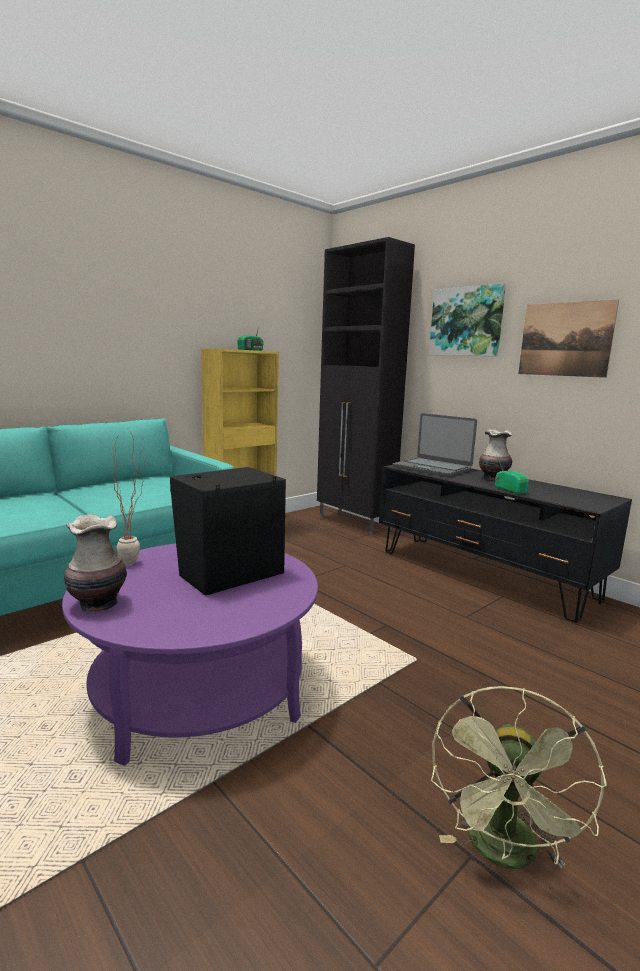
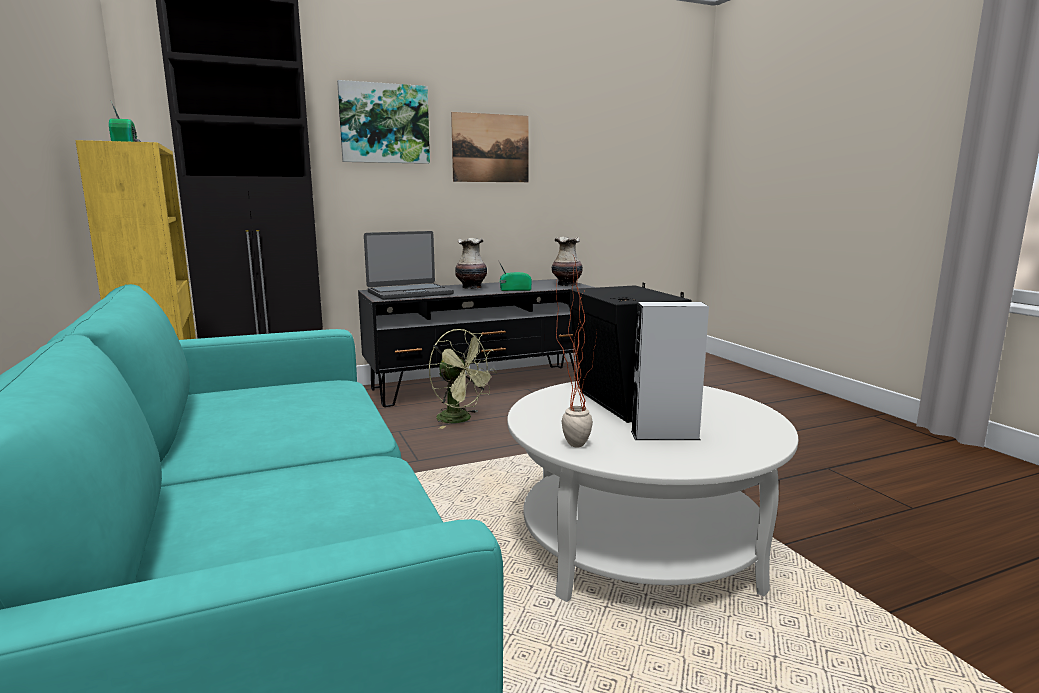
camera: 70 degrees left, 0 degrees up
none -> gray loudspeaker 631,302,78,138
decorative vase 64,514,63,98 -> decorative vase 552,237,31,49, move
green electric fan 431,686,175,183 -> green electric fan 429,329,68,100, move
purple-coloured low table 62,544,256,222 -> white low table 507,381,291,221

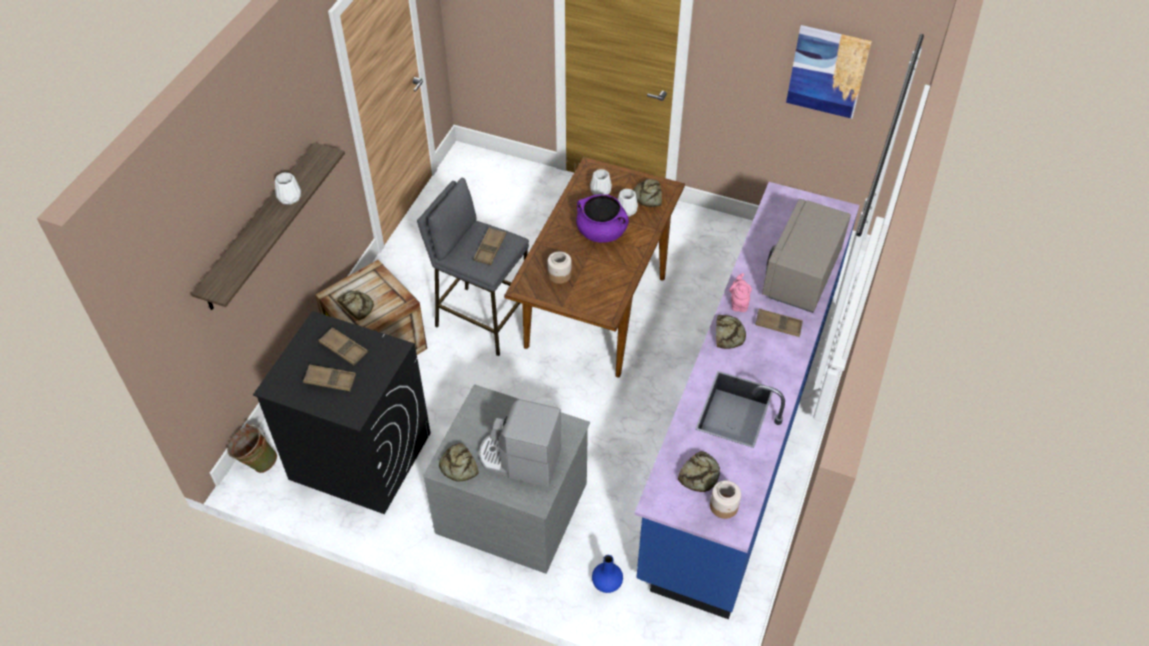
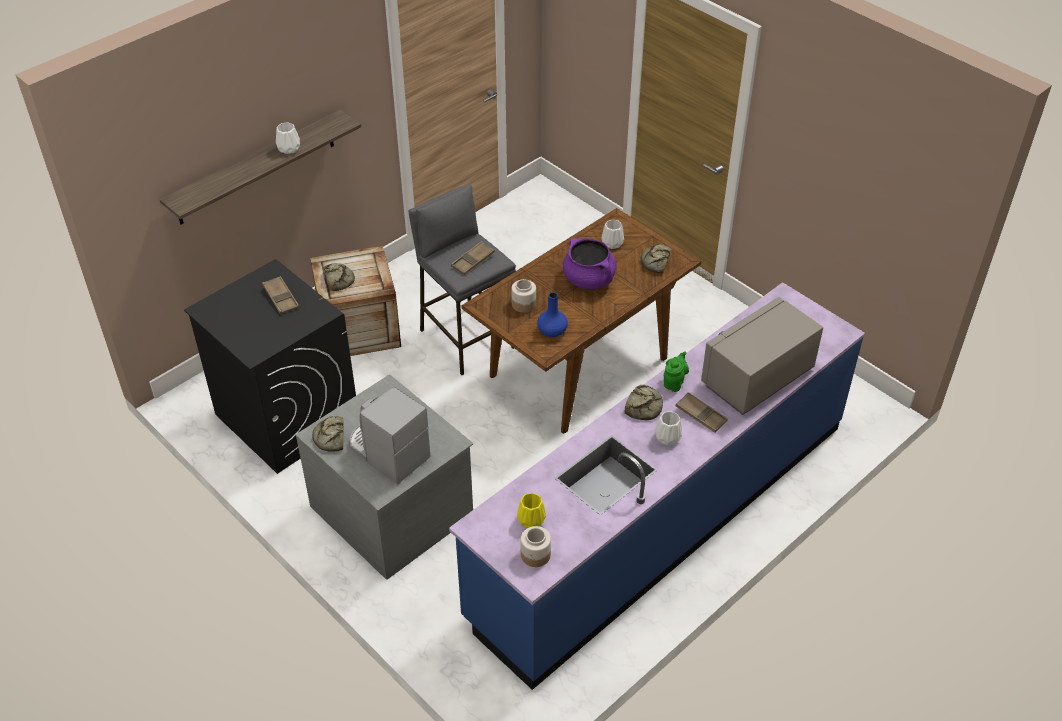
camera: 25 degrees right, 5 degrees down
green water bucket 227,424,50,49 -> none
brownish tray 303,365,53,26 -> none
wall picture 786,25,86,94 -> none
bluish decorative vase 592,555,31,38 -> bluish decorative vase 537,292,31,45, move
white decorative vase 617,189,21,28 -> white decorative vase 655,411,27,35, move
baked bread 678,451,42,41 -> yellow-coloured decorative vase 517,493,29,35
pinkish pot for tea 729,273,23,39 -> green pot for tea 664,351,25,41

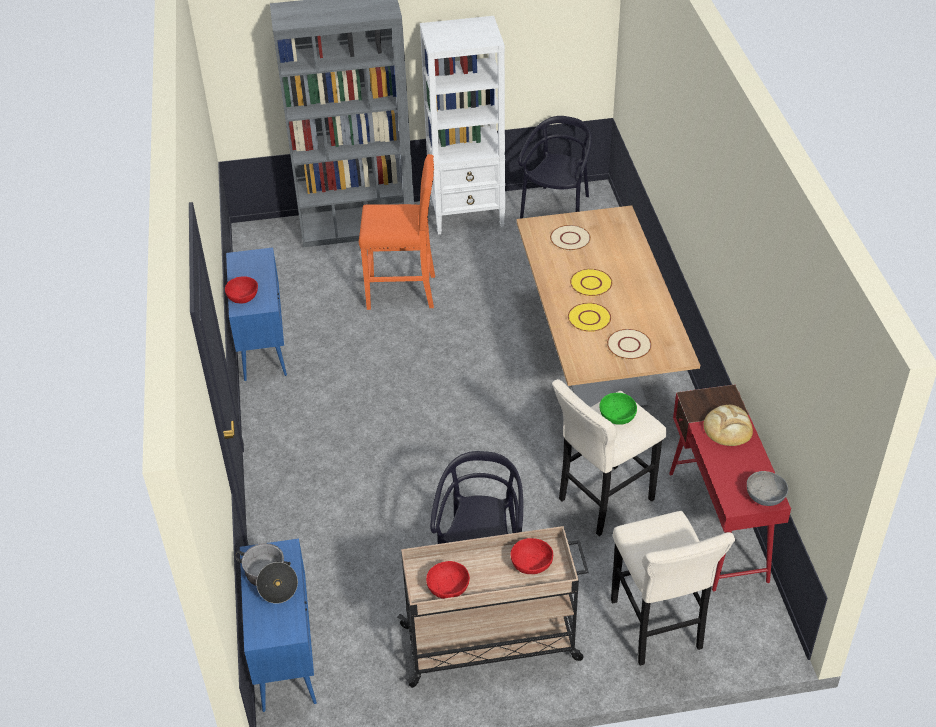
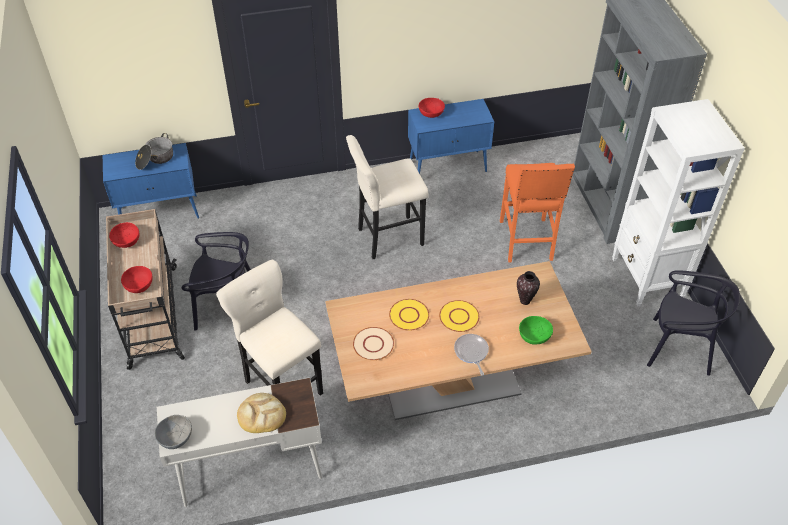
camera: 85 degrees right, 5 degrees up
none -> skillet 454,334,35,41
green serving bowl 600,393,37,32 -> green serving bowl 519,316,34,29, move
sand-coloured sitting stool 611,511,124,155 -> sand-coloured sitting stool 346,135,82,124, move
sand-coloured flat dish 550,225,41,25 -> decorative vase 517,271,23,34
red-coloured desk table 669,384,122,207 -> white desk table 157,378,165,129

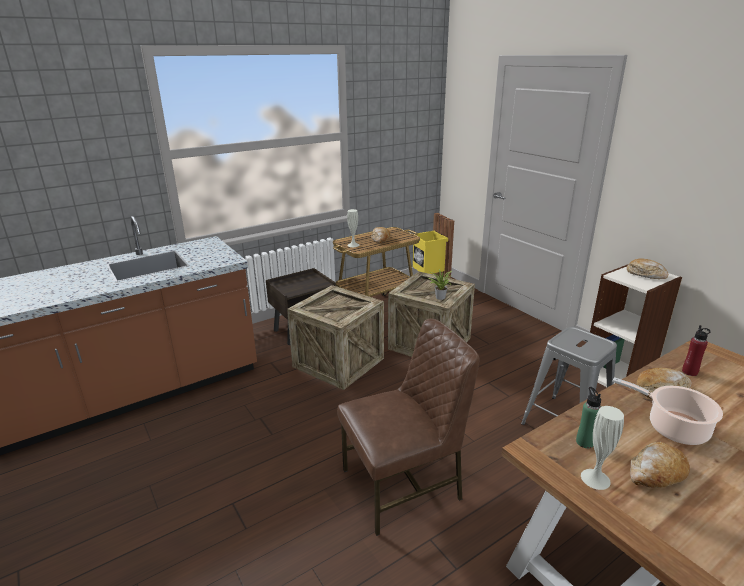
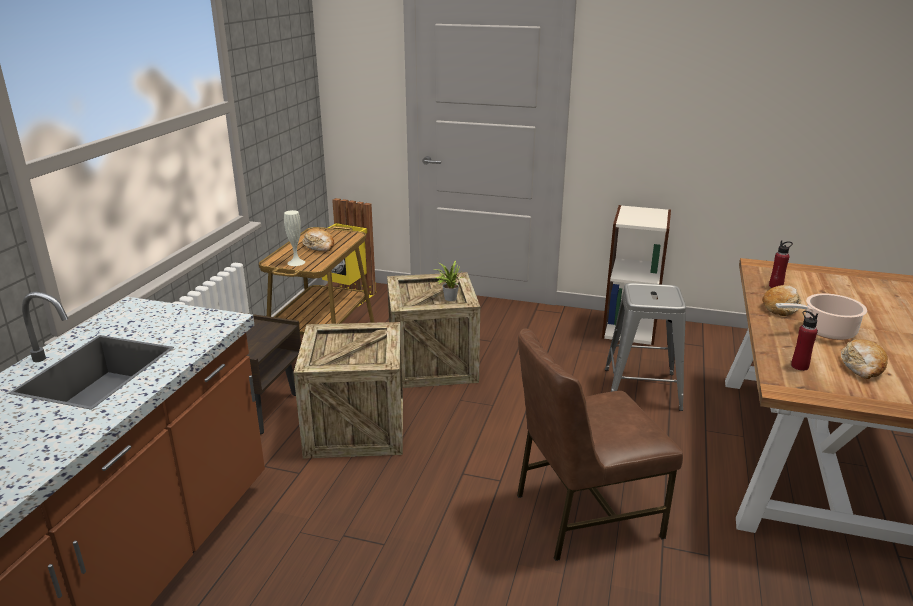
camera: 40 degrees left, 0 degrees up
white decorative vase 581,406,43,84 -> none
baked bread 627,258,41,21 -> none
green beverage bottle 576,387,25,61 -> red-coloured beverage bottle 791,311,27,60
brownish chair 337,319,142,217 -> brownish chair 517,328,166,233, 135 degrees counterclockwise

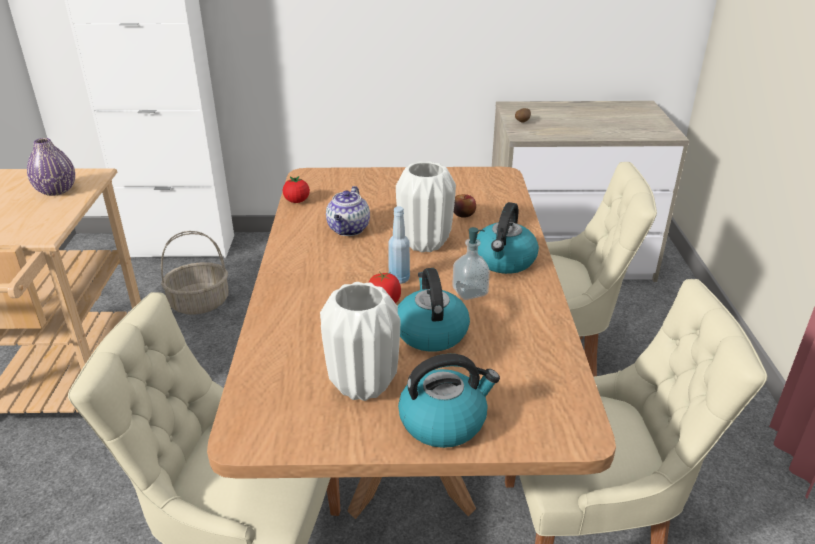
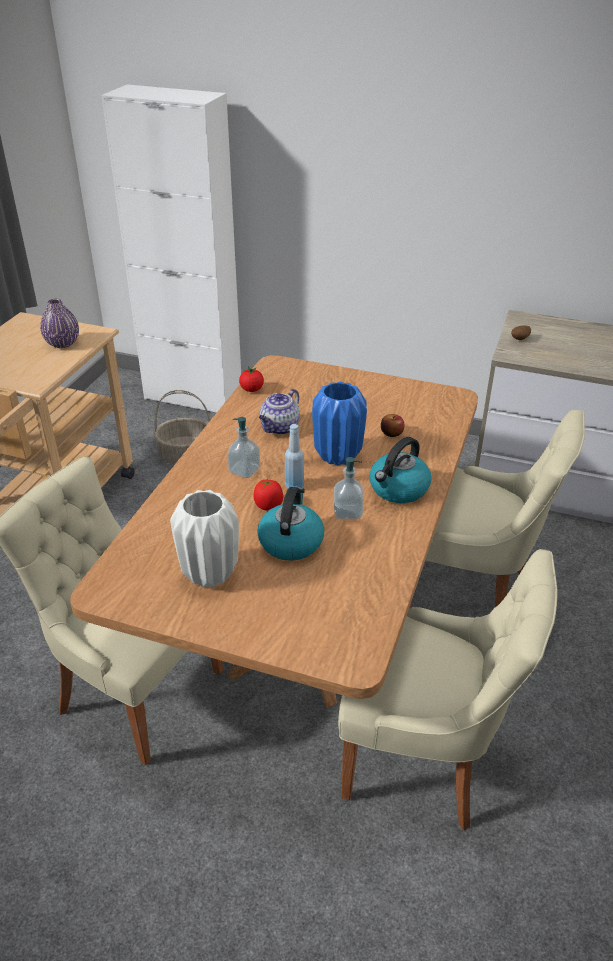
camera: 20 degrees right, 5 degrees up
water kettle 398,354,102,94 -> none
none -> soap bottle 227,417,33,61
white decorative vase 396,161,60,91 -> bluish decorative vase 312,382,55,84

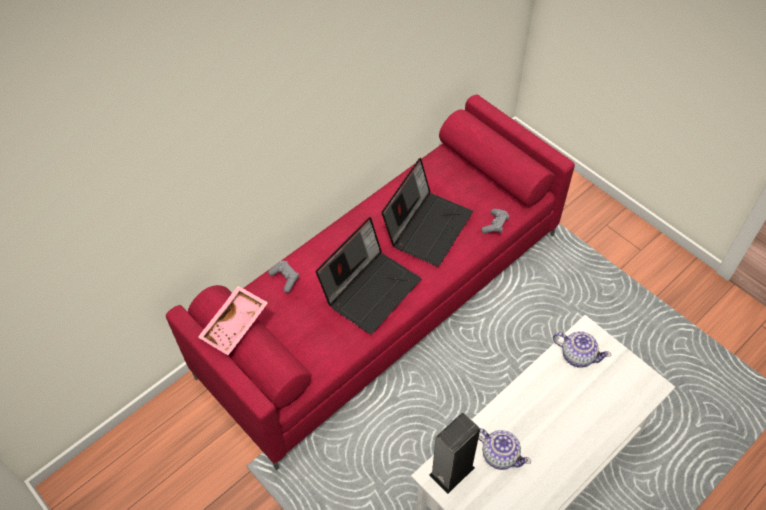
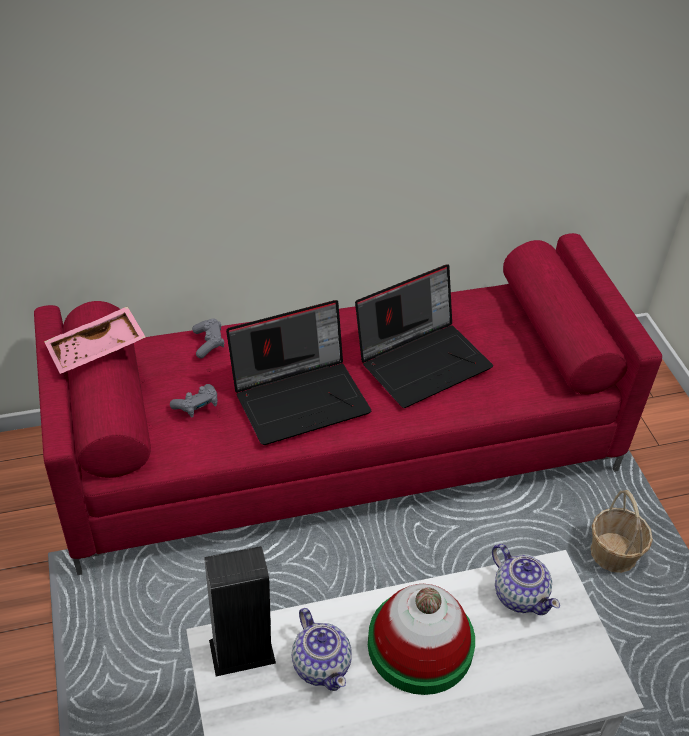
camera: 25 degrees right, 10 degrees down
none -> clothing hat 368,584,107,111
none -> storage basket 591,490,62,83
gray game controller 481,209,28,25 -> gray game controller 170,384,48,34, move

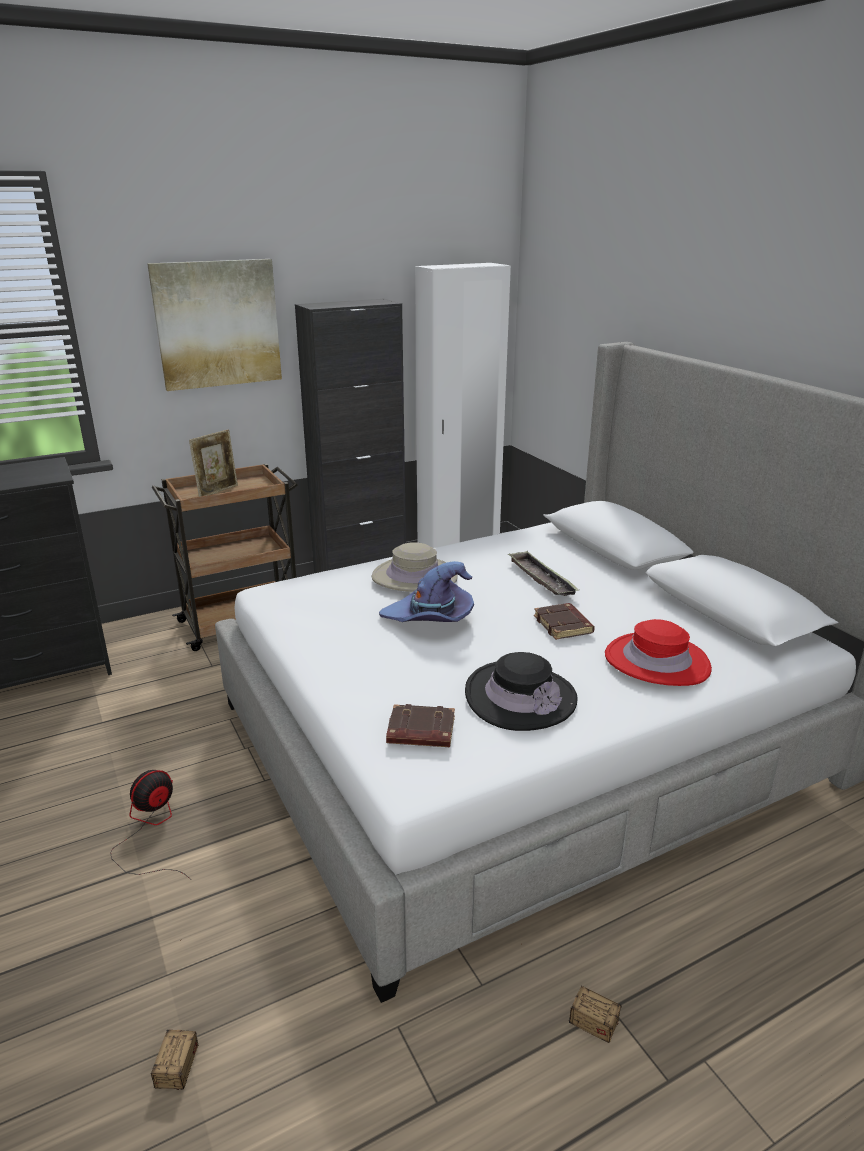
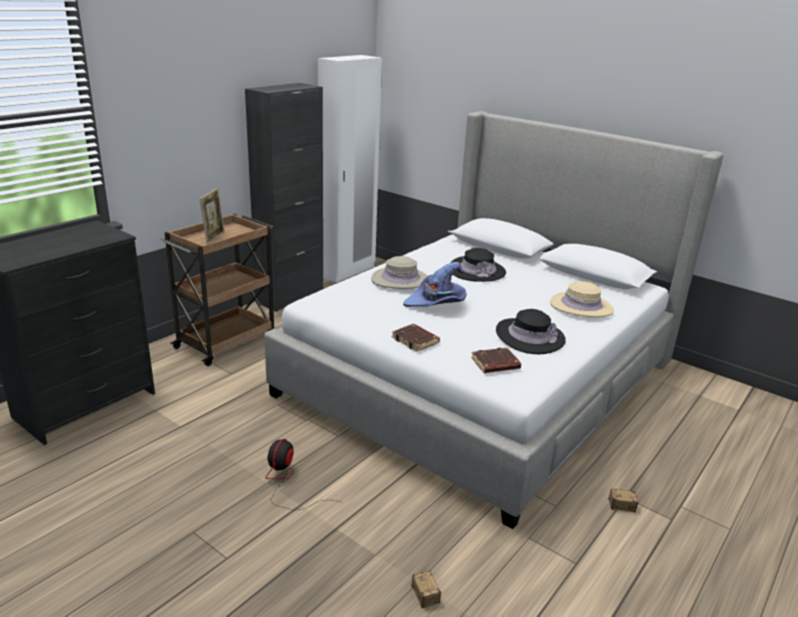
camera: 25 degrees left, 0 degrees up
wall picture 147,259,135,132 -> none
brownish volume 534,603,61,37 -> brownish volume 392,324,48,28, move
tray 508,551,72,45 -> black clothing hat 451,248,55,34
red-coloured clothing hat 605,619,107,67 -> sand-coloured clothing hat 550,281,64,36

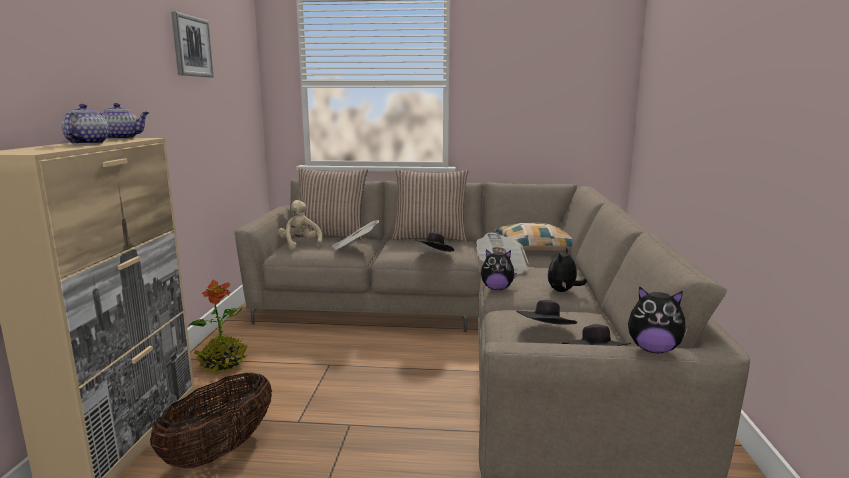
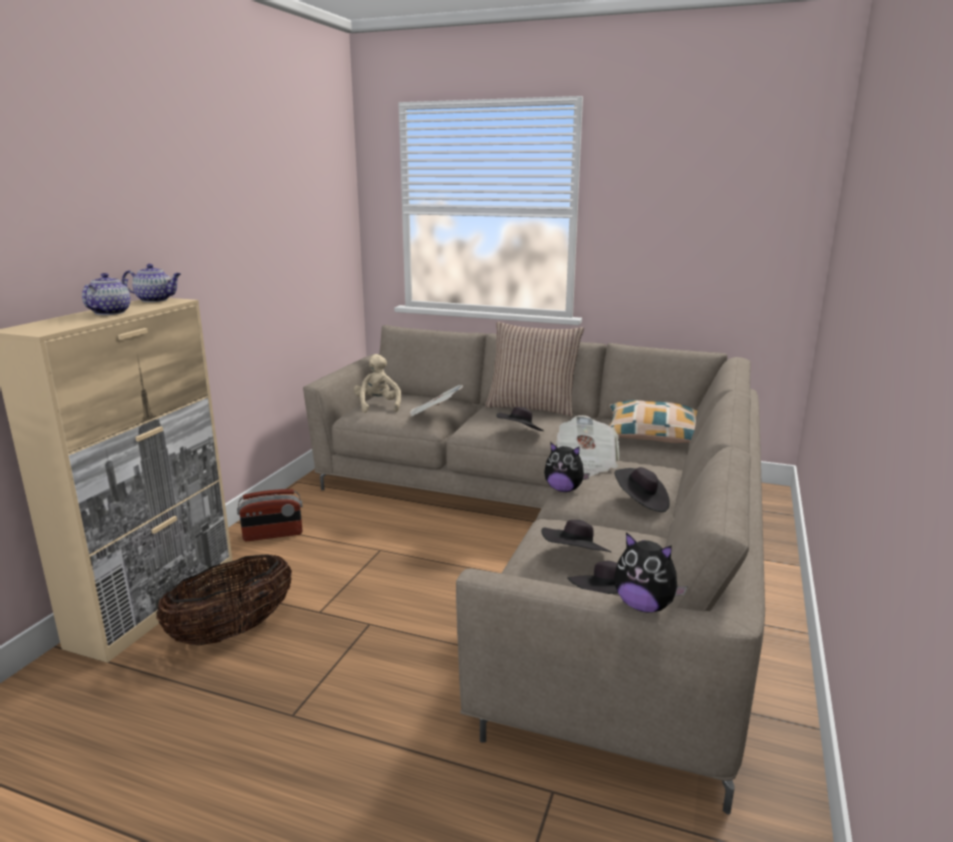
camera: 15 degrees right, 5 degrees up
wall picture 171,11,43,67 -> none
pillow 298,168,70,72 -> none
plant in a pot 189,279,59,97 -> radio set 237,489,66,52
soft toy 547,247,40,45 -> black clothing hat 615,467,55,45

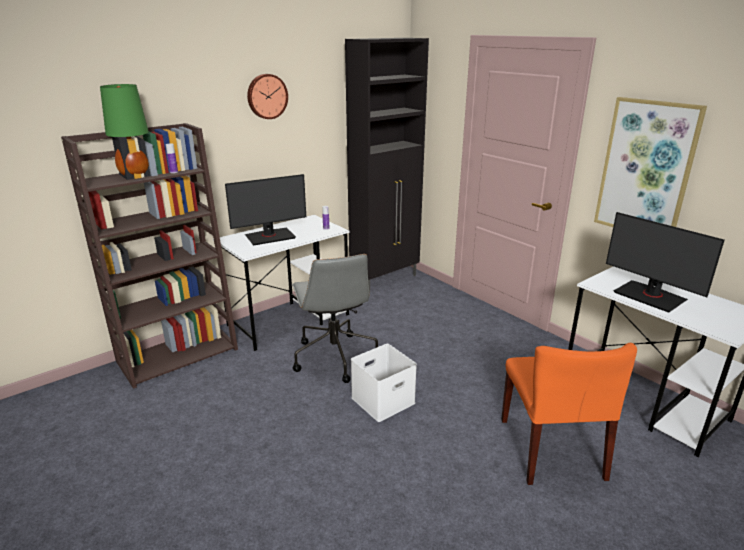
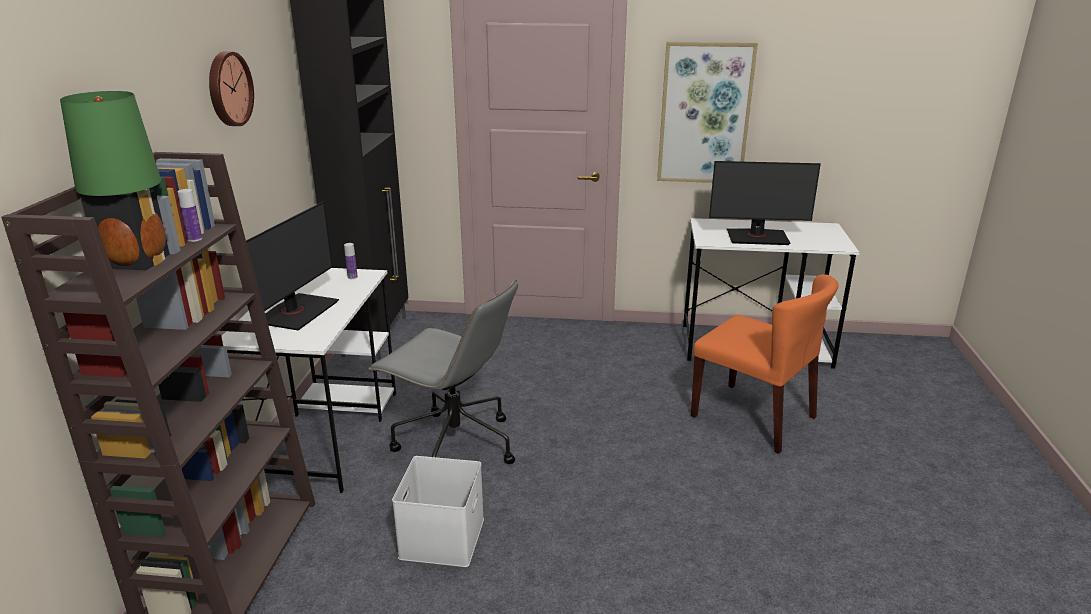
camera: 45 degrees left, 0 degrees up
white storage container 351,344,66,78 -> white storage container 392,456,92,111, move

